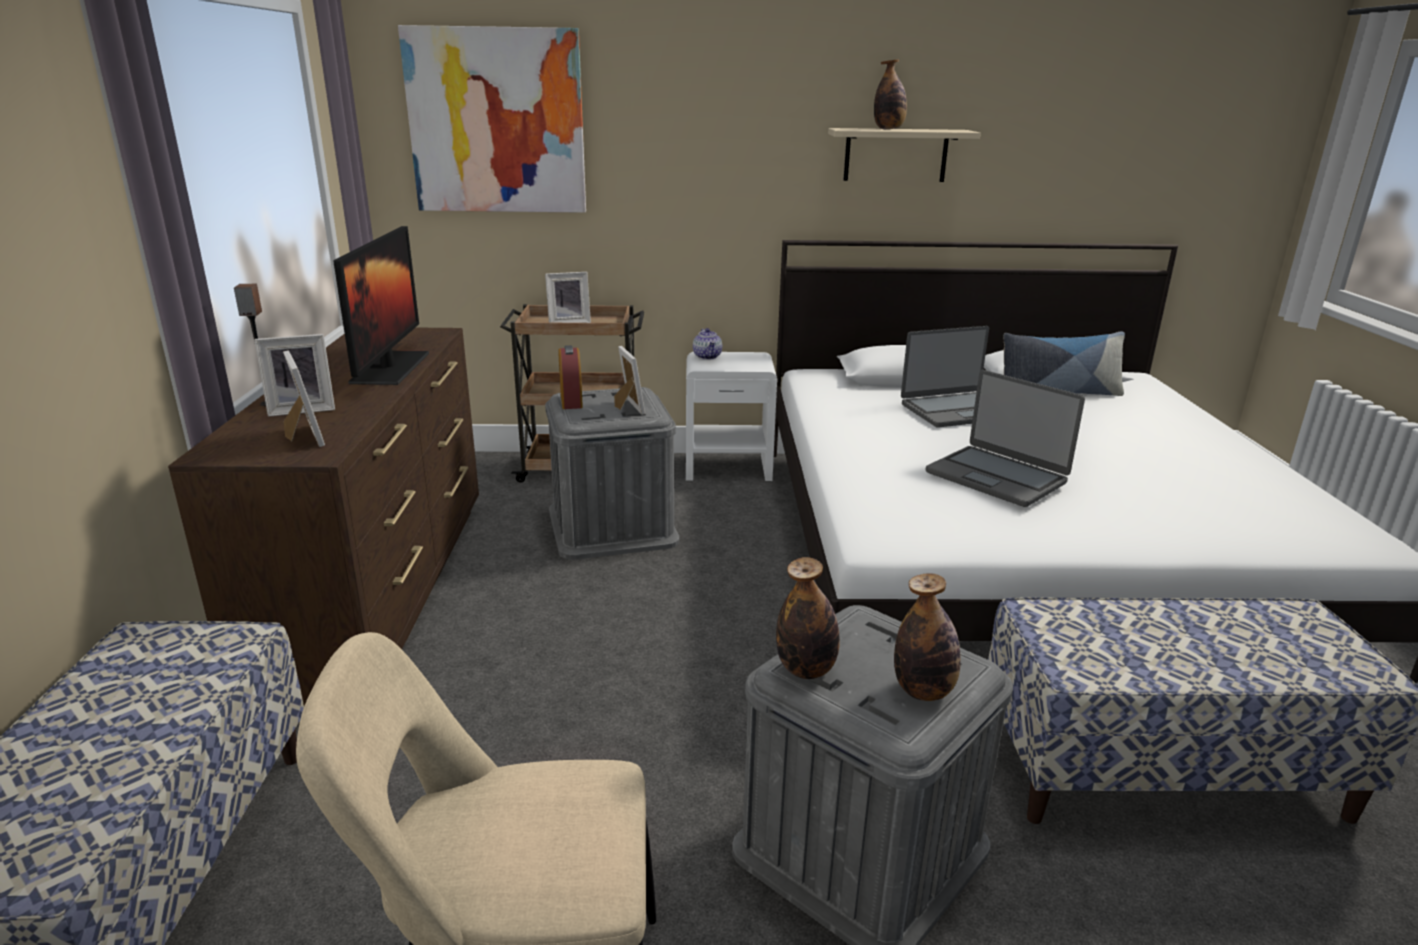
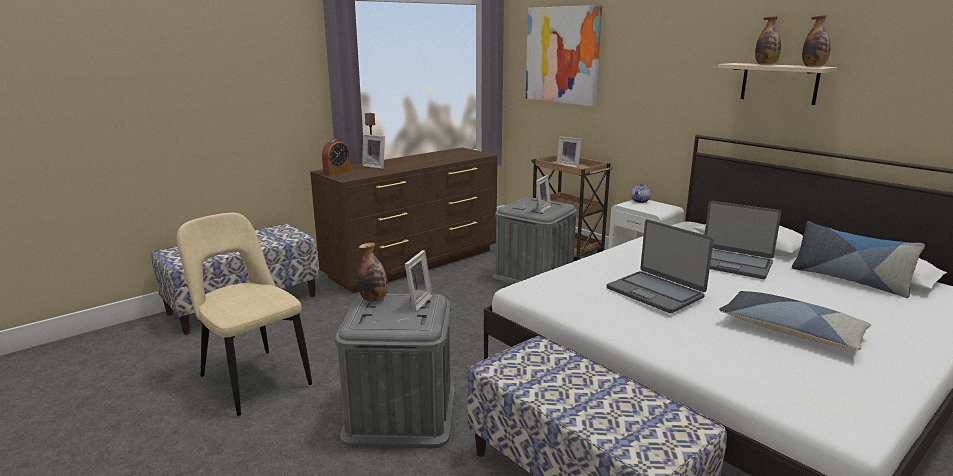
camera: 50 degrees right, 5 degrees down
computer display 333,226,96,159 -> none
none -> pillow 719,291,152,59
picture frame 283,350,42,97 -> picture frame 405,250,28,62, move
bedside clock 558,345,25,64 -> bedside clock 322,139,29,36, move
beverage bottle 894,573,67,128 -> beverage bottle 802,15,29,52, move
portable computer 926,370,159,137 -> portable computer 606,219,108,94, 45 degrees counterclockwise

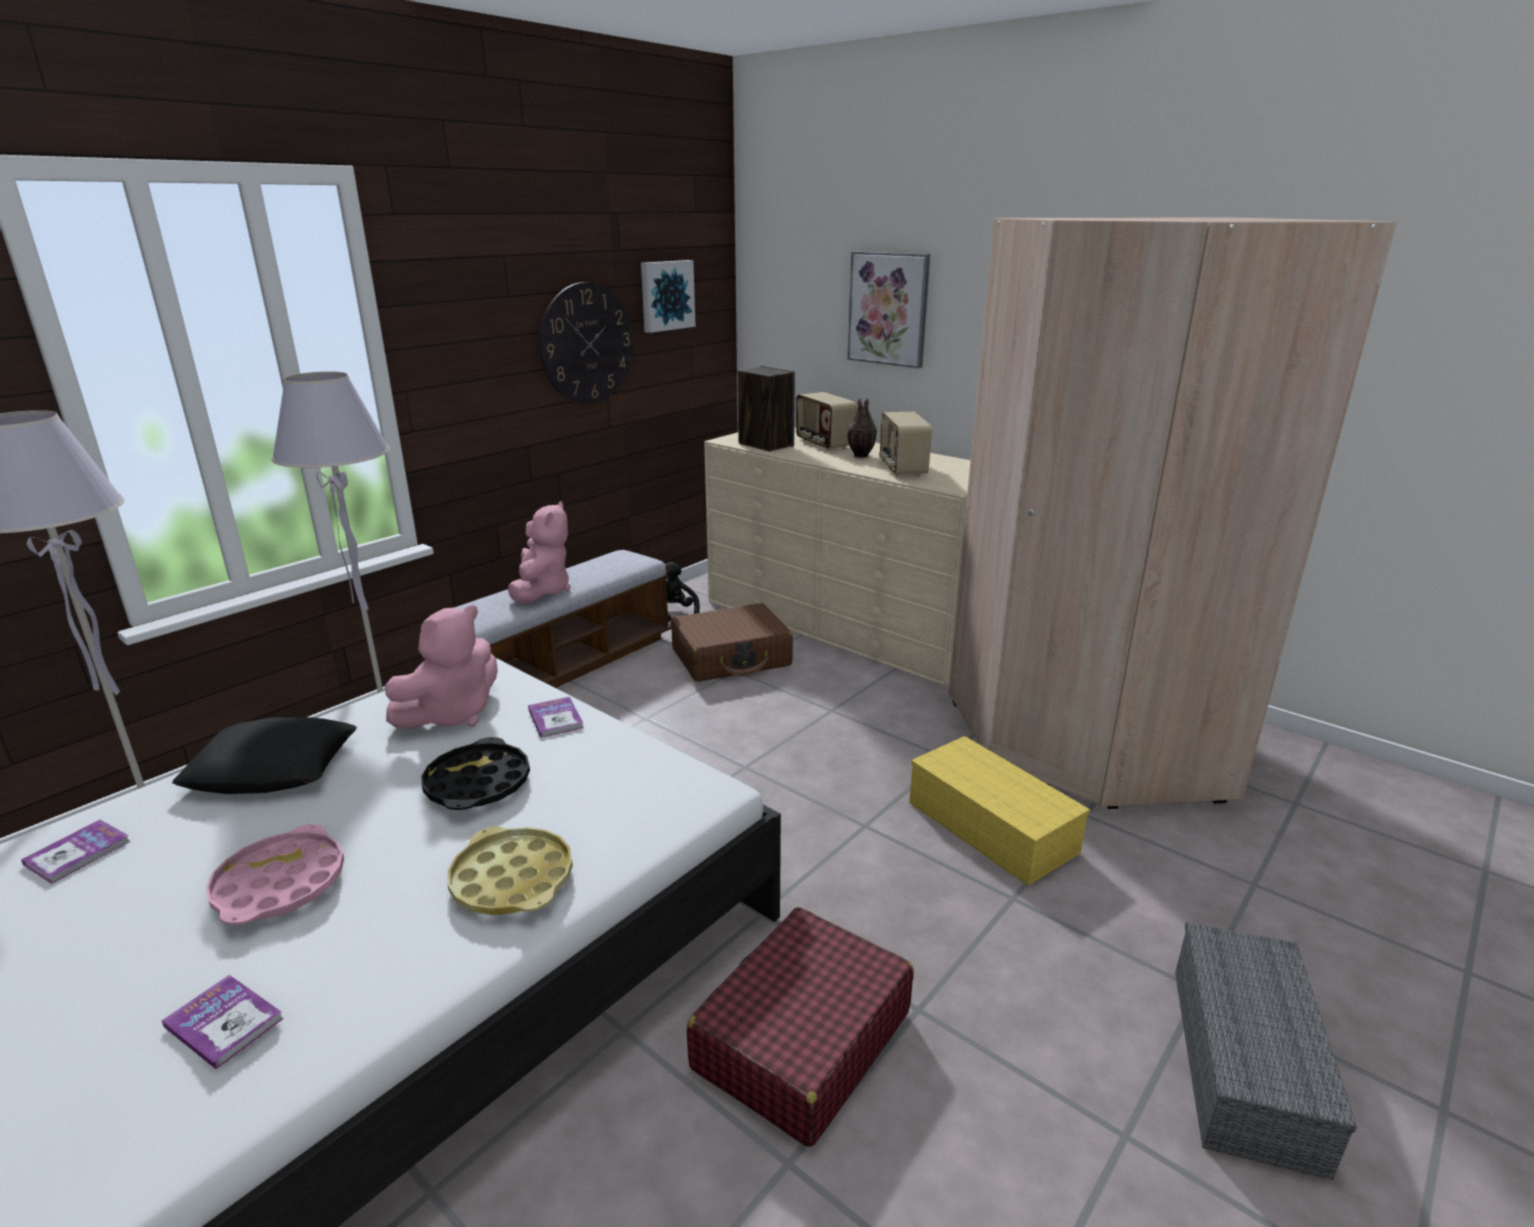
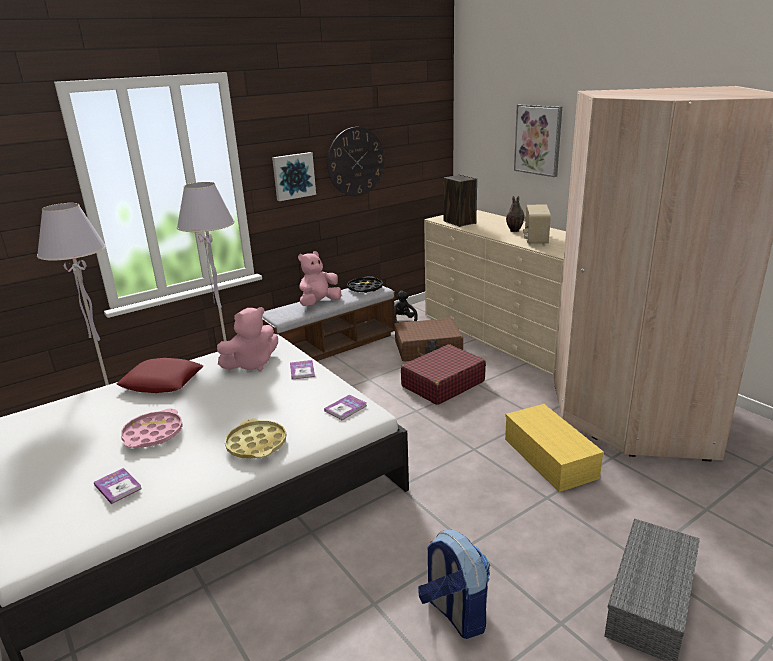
camera: 15 degrees right, 0 degrees up
radio set 796,392,62,59 -> none
none -> backpack 418,529,72,110
volume 21,820,110,64 -> volume 324,395,42,25, move
black tray 421,737,109,73 -> black tray 347,276,36,17, move
wall picture 641,260,55,73 -> wall picture 272,152,44,49, move
red-coloured piece of luggage 687,907,227,240 -> red-coloured piece of luggage 401,344,85,61, move
black pillow 172,717,185,77 -> red-coloured pillow 117,358,86,35
pinkish soft toy 508,501,63,103 -> pinkish soft toy 298,251,43,55, 150 degrees counterclockwise

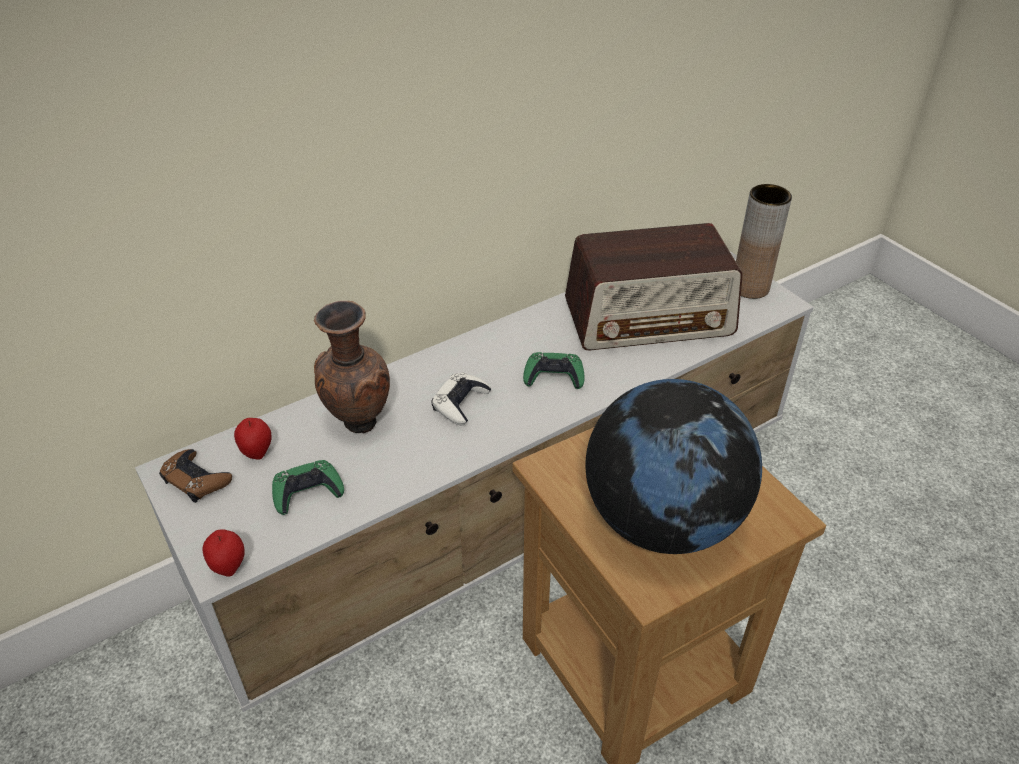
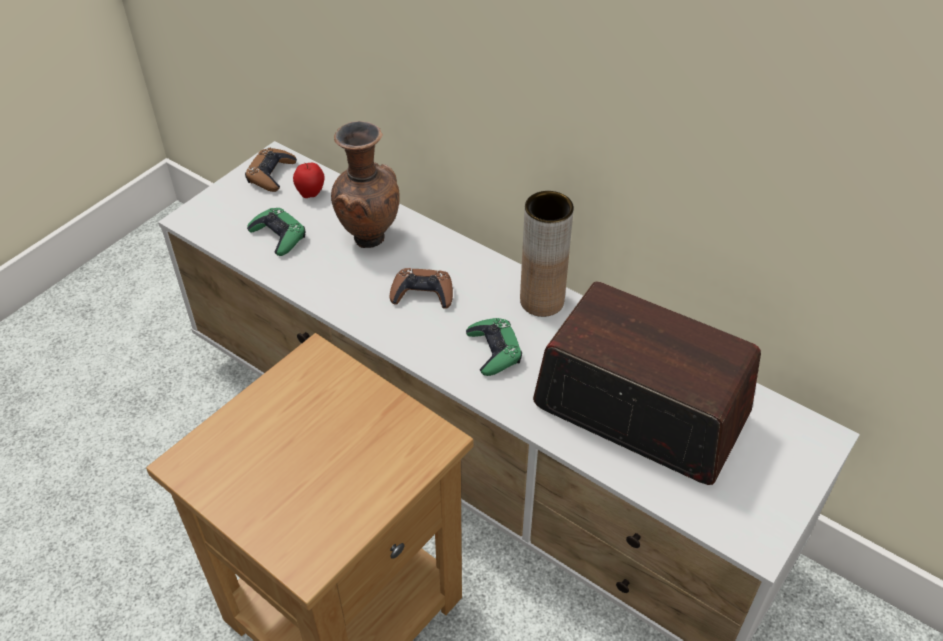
camera: 70 degrees right, 5 degrees up
apple 202,529,43,48 -> none
world globe 585,379,177,175 -> none
brownish decorative vase 736,184,56,115 -> brownish decorative vase 520,191,54,126, move
white game controller 431,372,60,54 -> brownish game controller 389,268,64,41
radio set 565,223,177,128 -> radio set 533,281,228,204, 150 degrees clockwise

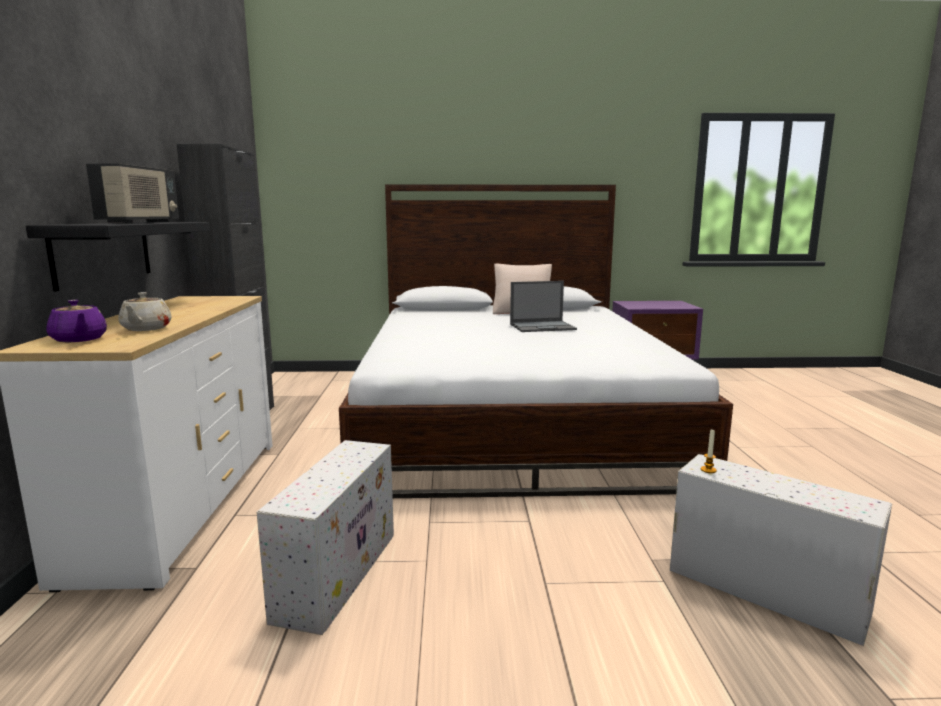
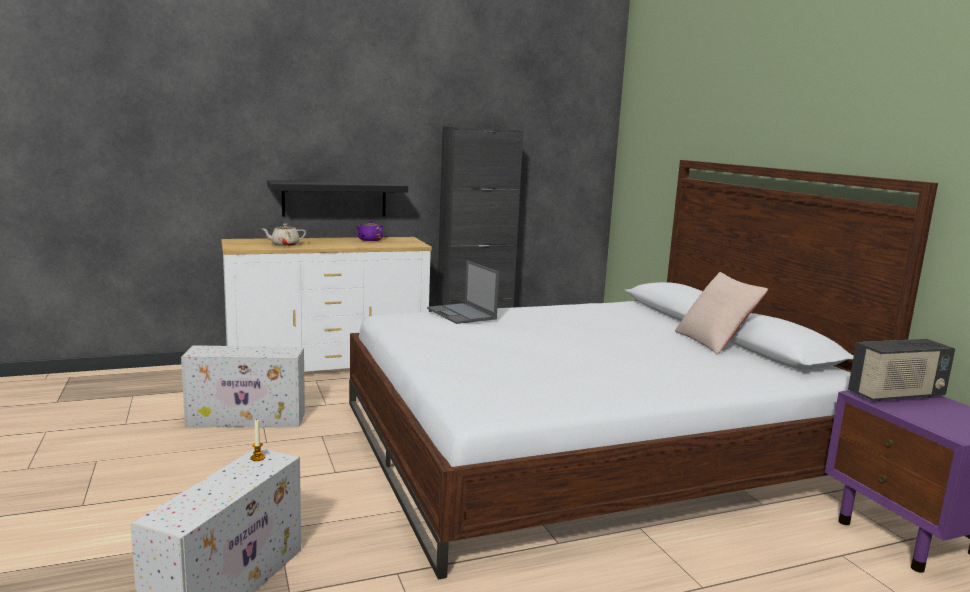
camera: 70 degrees right, 0 degrees up
purple-coloured pot for tea 46,300,61,42 -> purple-coloured pot for tea 356,220,27,21, move
radio set 86,164,93,59 -> radio set 848,339,107,63, move
portable computer 510,281,67,51 -> portable computer 427,260,72,64, move

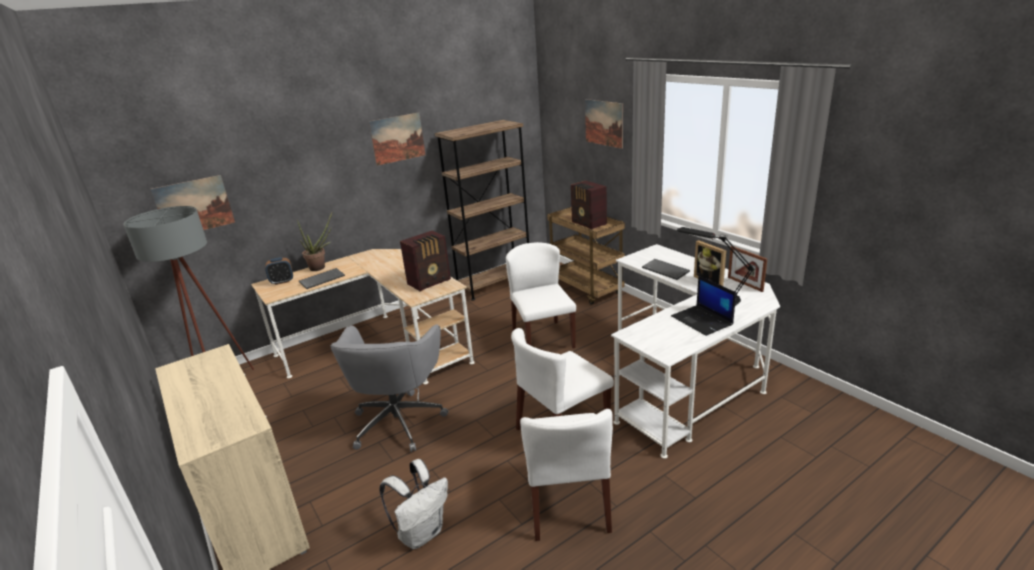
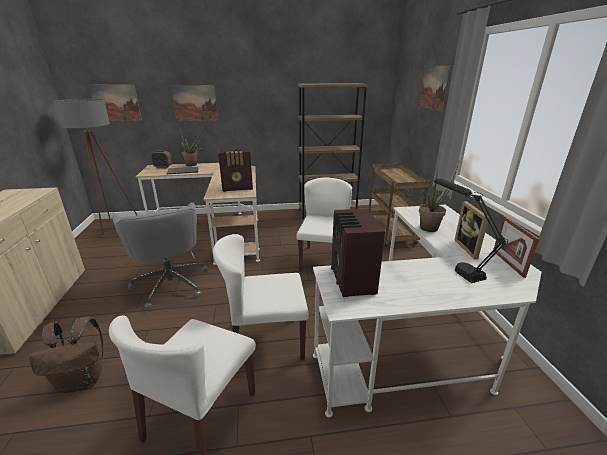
camera: 25 degrees right, 0 degrees up
portable computer 671,275,65,61 -> none
wall picture 369,112,57,54 -> wall picture 171,85,47,36, move
radio set 571,181,36,48 -> radio set 331,208,54,89, move
computer keyboard 642,259,48,21 -> plant in a pot 419,162,40,70
white backpack 380,459,68,90 -> brownish backpack 28,317,75,76
gray office chair 330,324,118,128 -> gray office chair 112,202,96,108, 60 degrees counterclockwise

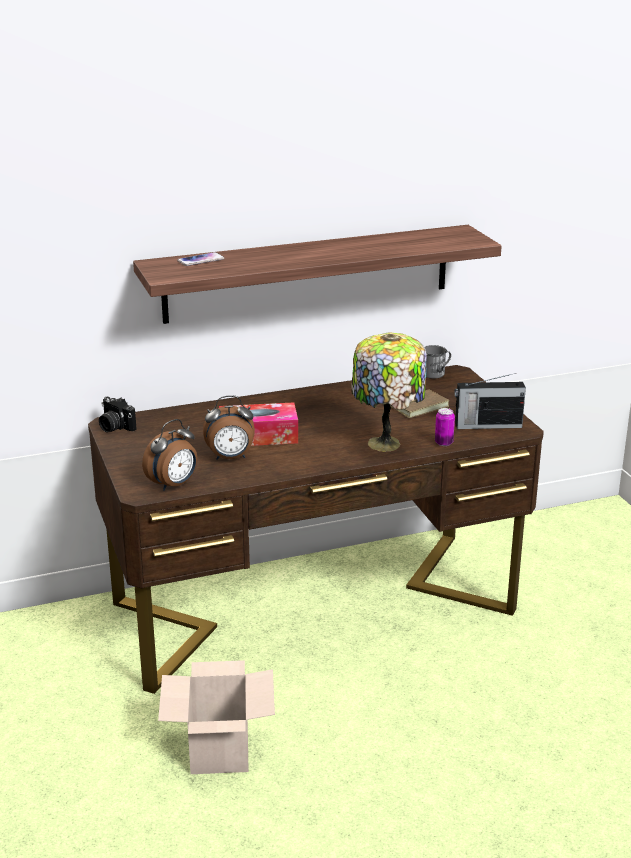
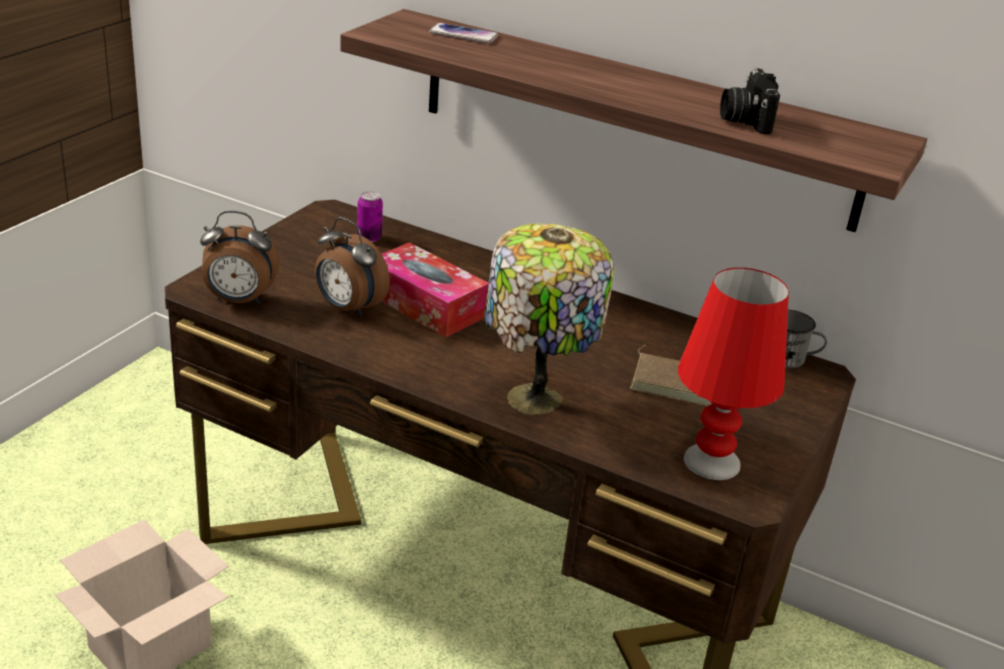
camera: 45 degrees right, 5 degrees up
photo camera 99,396,38,36 -> photo camera 720,68,60,67, move
can 435,408,20,38 -> can 357,191,26,51, move
radio set 455,373,71,56 -> red-coloured lamp for a table 678,268,111,212

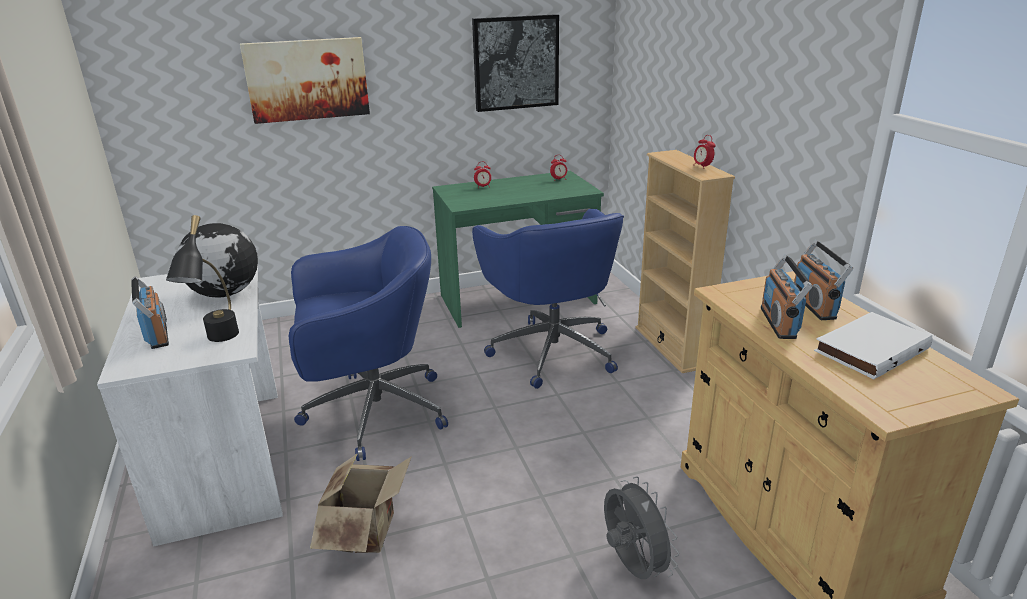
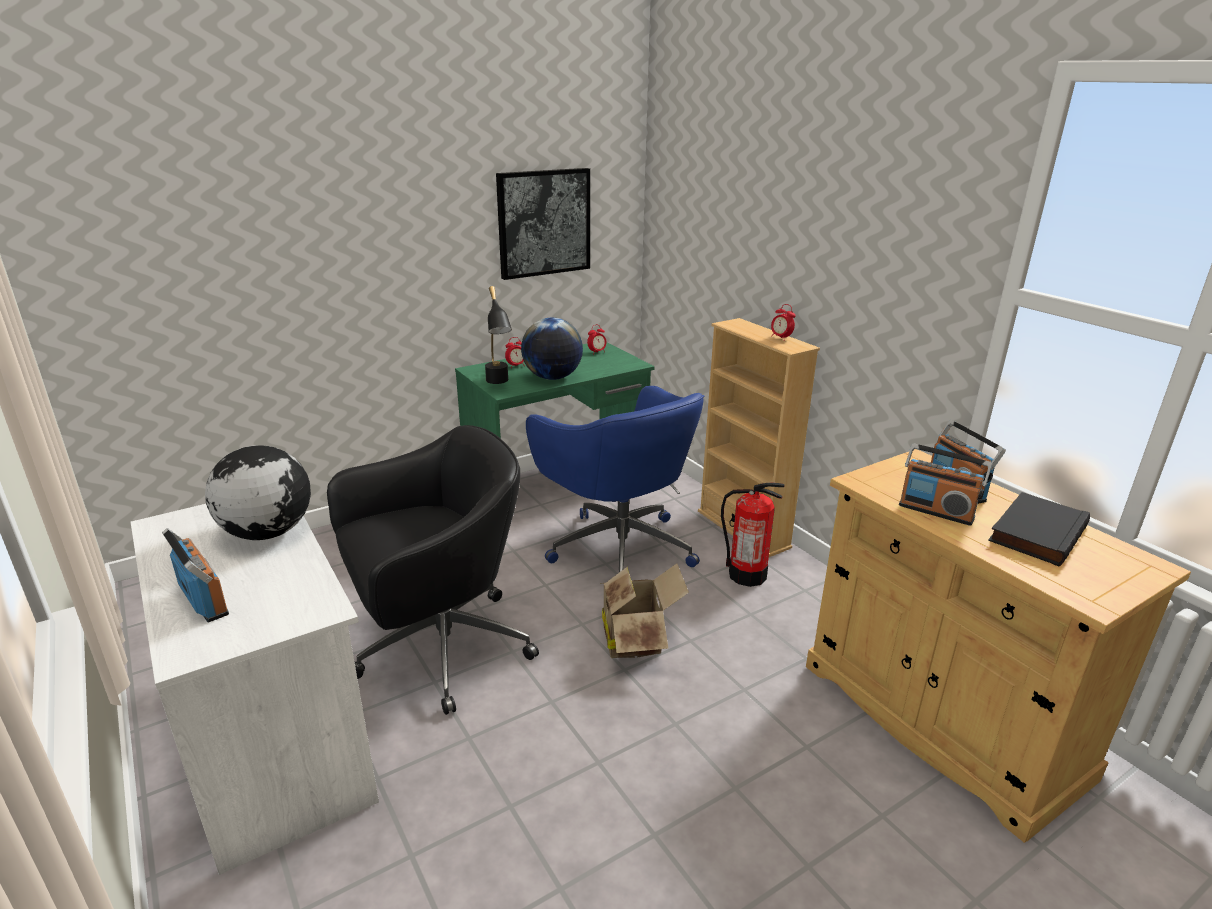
camera: 15 degrees left, 0 degrees up
wall picture 240,37,130,87 -> none
gray electric fan 604,476,75,103 -> none
none -> world globe 521,318,62,62
none -> fire extinguisher 721,482,64,105
black lamp for a table 166,215,73,127 -> black lamp for a table 485,286,27,98, move
cardboard box 310,453,102,100 -> cardboard box 601,563,88,95, move
bluish office chair 288,226,160,235 -> black office chair 327,425,212,290
white volume 814,312,118,67 -> black volume 988,492,102,75
radio set 761,254,51,85 -> radio set 899,443,93,83, 45 degrees counterclockwise

